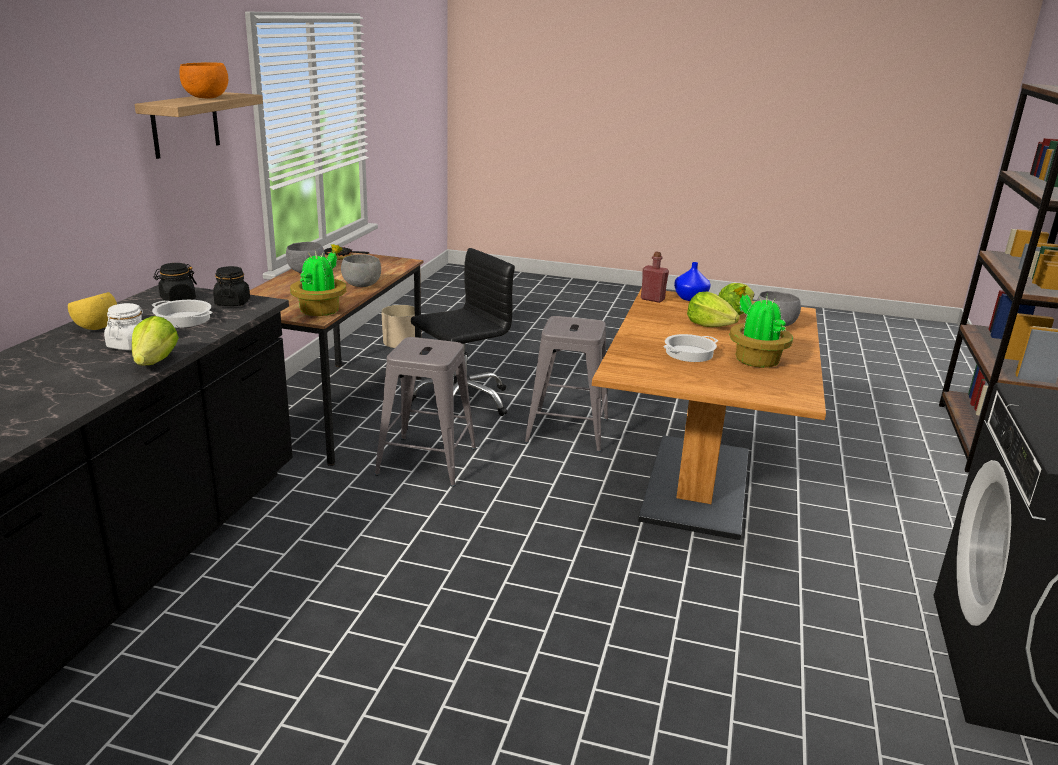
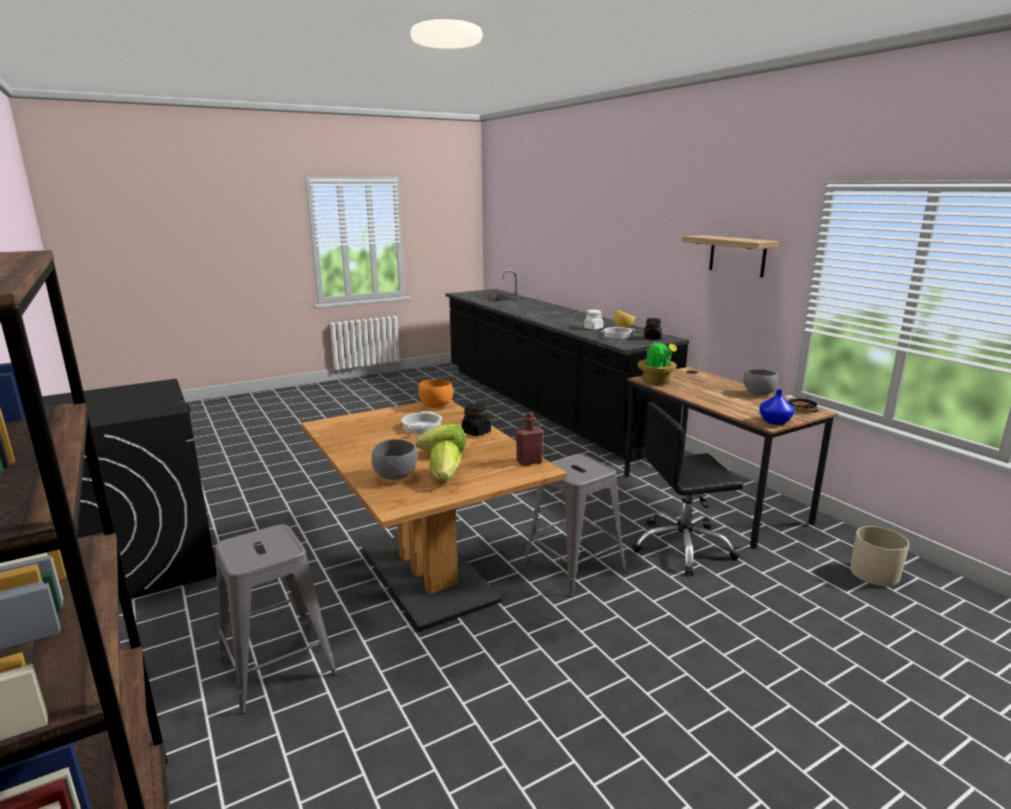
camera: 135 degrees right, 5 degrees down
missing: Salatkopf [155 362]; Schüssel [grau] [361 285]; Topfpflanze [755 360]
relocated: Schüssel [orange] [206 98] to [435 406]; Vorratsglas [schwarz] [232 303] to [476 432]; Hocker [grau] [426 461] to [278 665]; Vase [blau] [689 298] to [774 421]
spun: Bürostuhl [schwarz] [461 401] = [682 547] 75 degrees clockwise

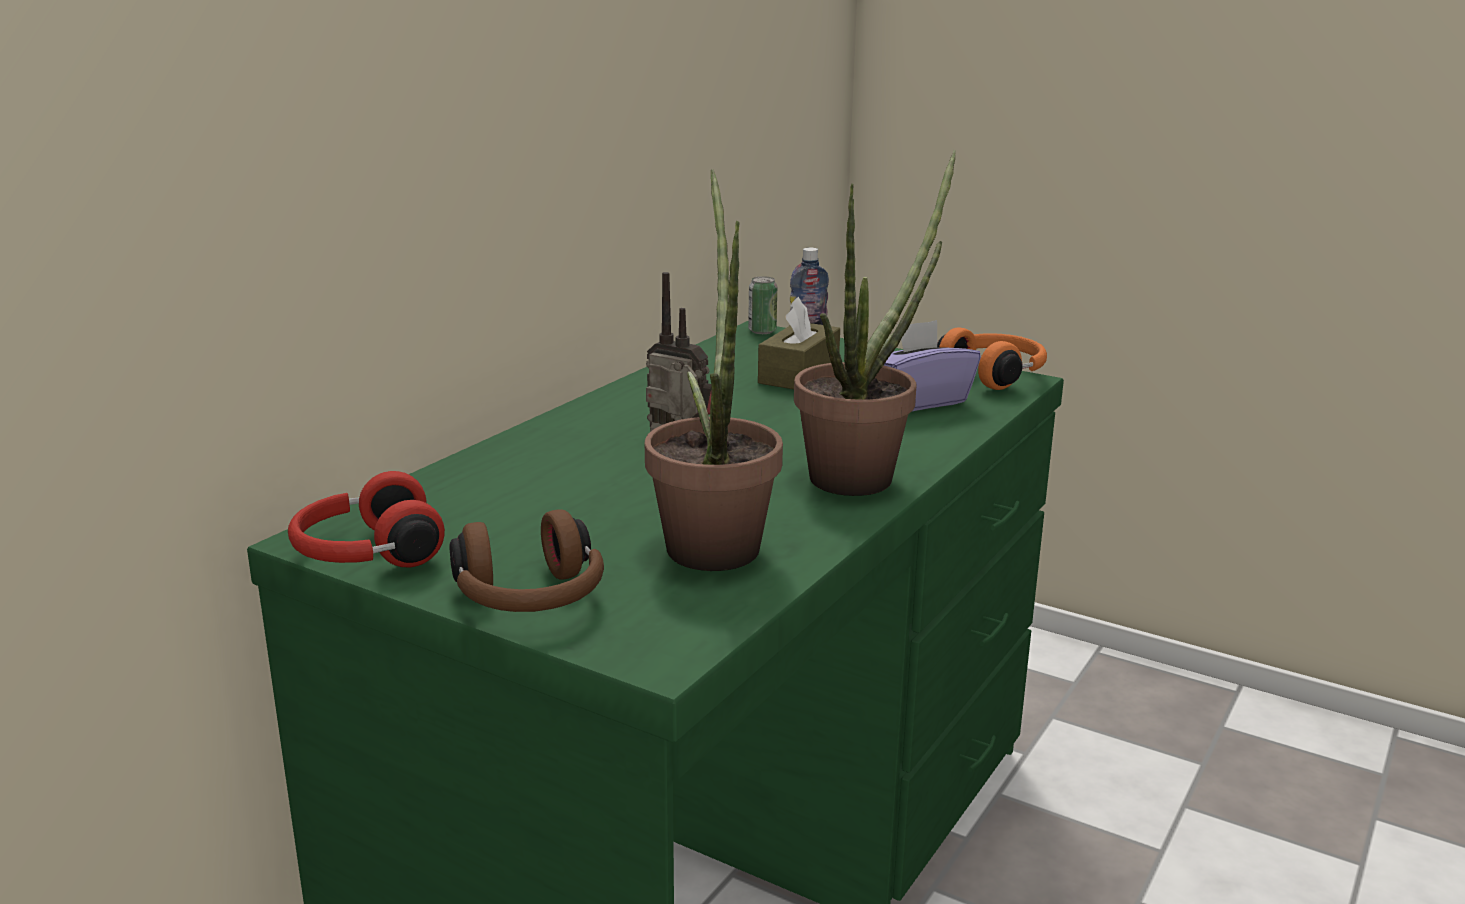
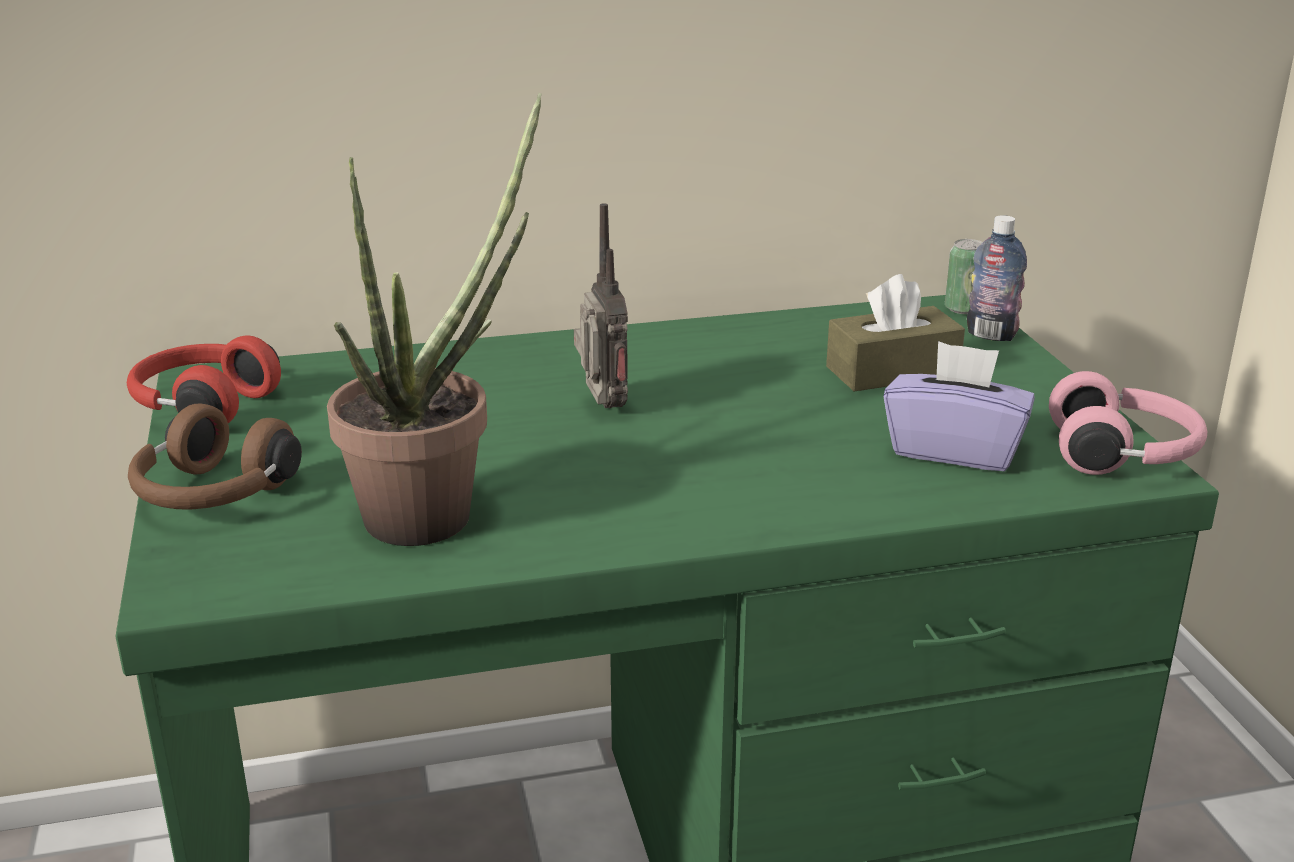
camera: 45 degrees right, 5 degrees up
missing: Topfpflanze [863 474]
colour: Kopfhörer [orange] [994 376] to Kopfhörer [rosa] [1124 454]

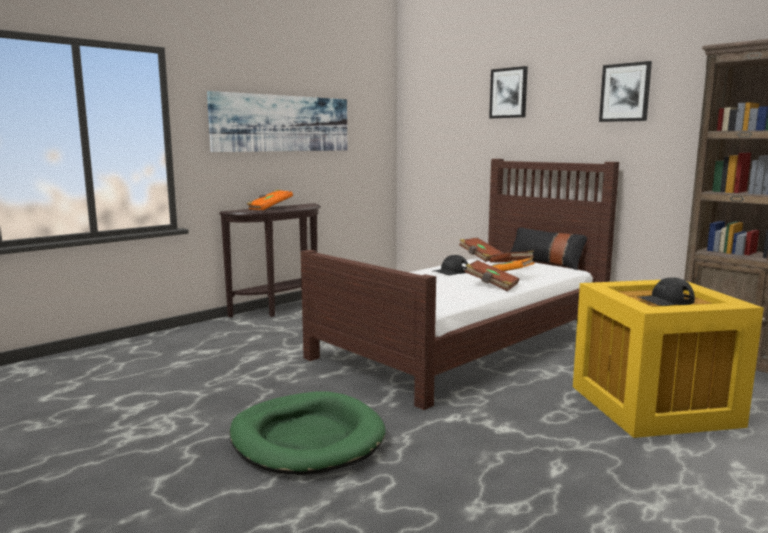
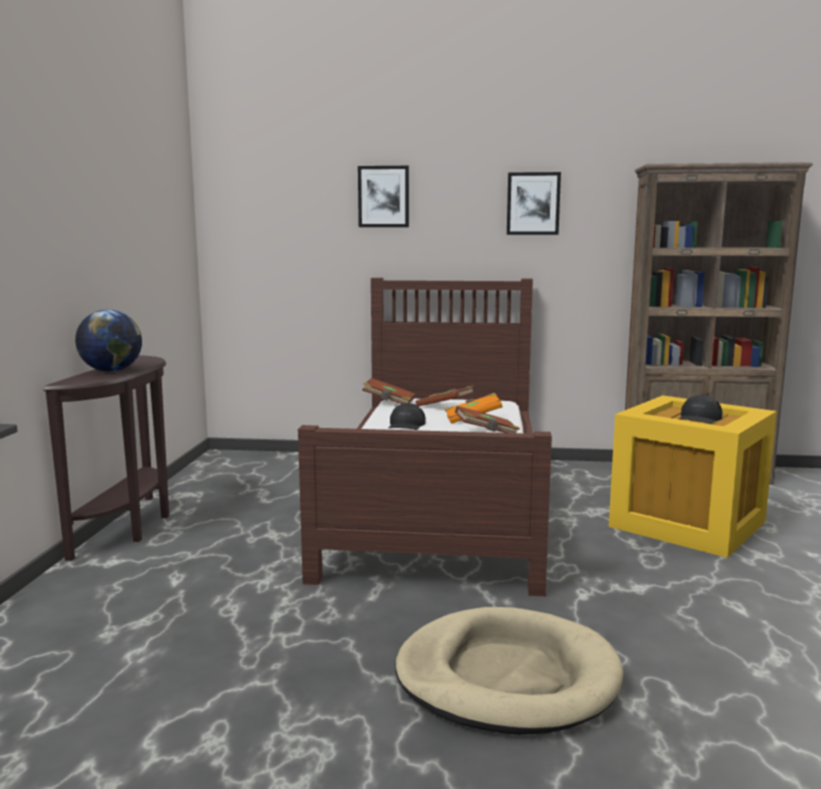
camera: 40 degrees left, 0 degrees up
missing: Bild [283 123]; Kissen [schwarz] [545 262]
exchanged: Buch [orange] [270 208] to Globus [111 371]
colour: Hundebett [grün] [307 438] to Hundebett [beige] [507 677]

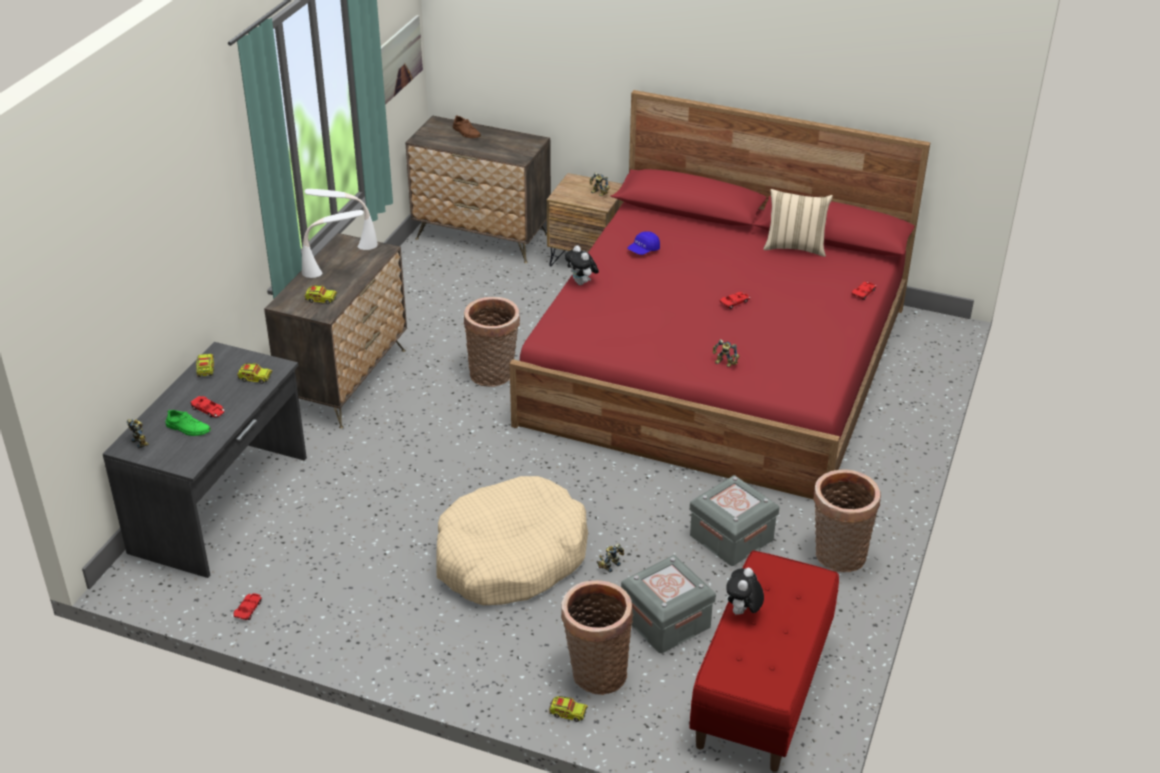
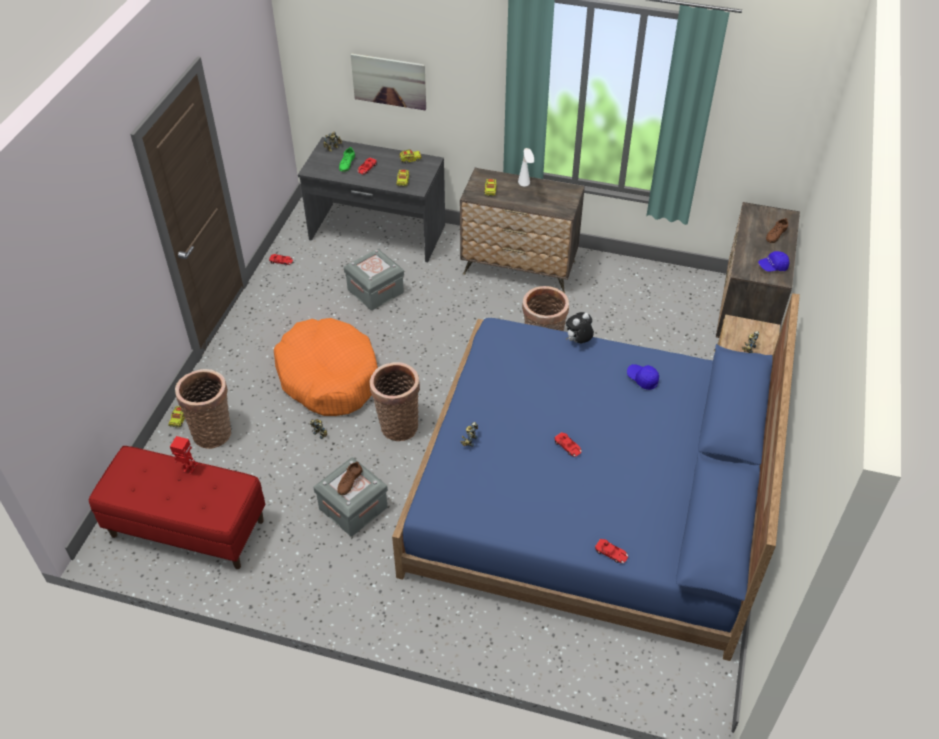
camera: 85 degrees right, 10 degrees up
missing: Tischlampe [weiß] [344 249]; Kissen [beige] [795 247]
appeared: Schuh [braun] [349 481]; Kappe [blau] [772 267]
relocated: Bild [398 60] to [389 81]; Aufbewahrungsbox [grau] [666 621] to [375 291]; Korb [837 557] to [397 424]
exchanged: Plüschtier [742 612] to Spielzeugroboter [188 471]
colour: Hundebett [beige] [510 557] to Hundebett [orange] [328 377]; Bett [rot] [718 364] to Bett [blau] [590 495]

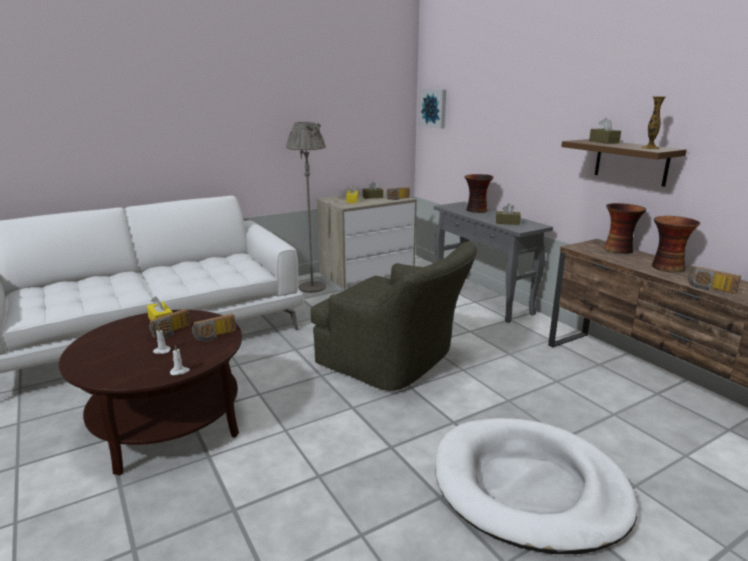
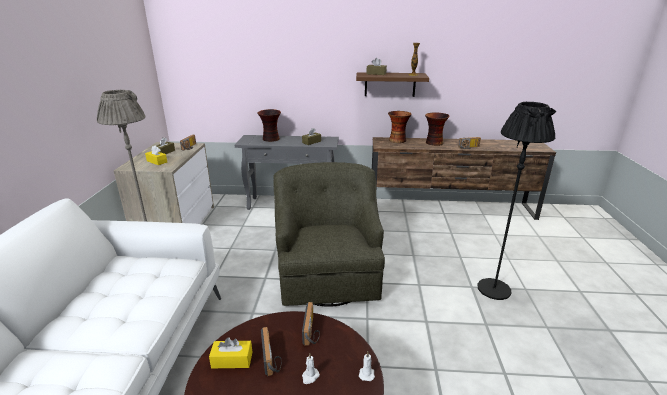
camera: 55 degrees left, 5 degrees up
missing: Bild [434 108]
exchanged: Hundebett [weiß] [529 487] to Stehlampe [schwarz] [494 289]
spun: Sessel [grün] [396 361] = [328 273] 75 degrees counterclockwise

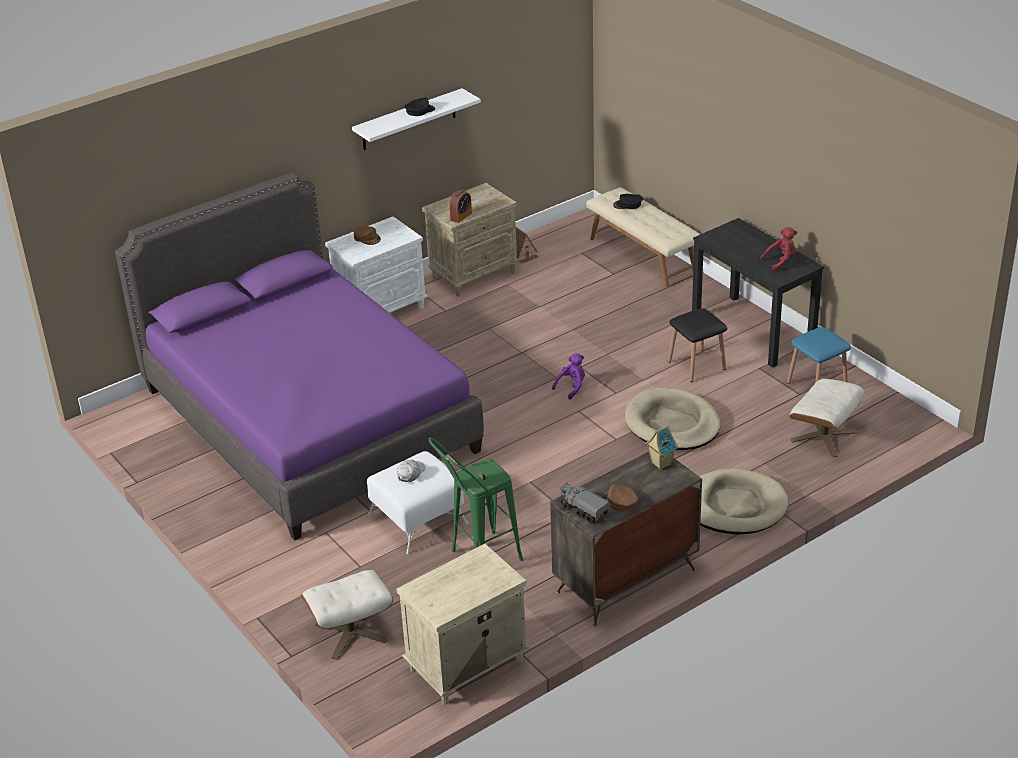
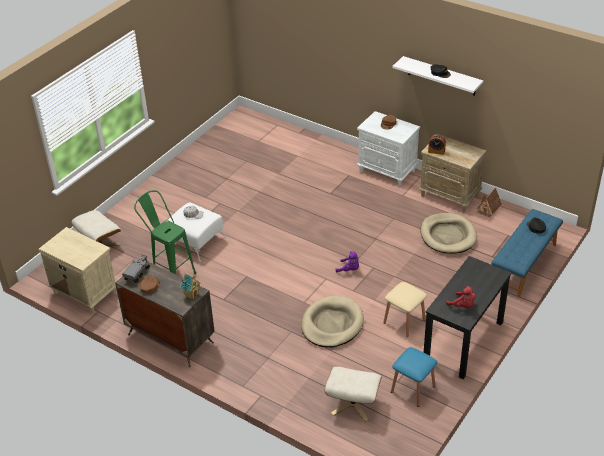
camera: 70 degrees right, 5 degrees up
missing: Bett [lila] [308 420]
relocated: Hundebett [beige] [734 506] to [448 235]
colour: Bank [beige] [643 256] to Bank [blau] [524 265]; Hocker [schwarz] [696 365] to Hocker [beige] [404 321]

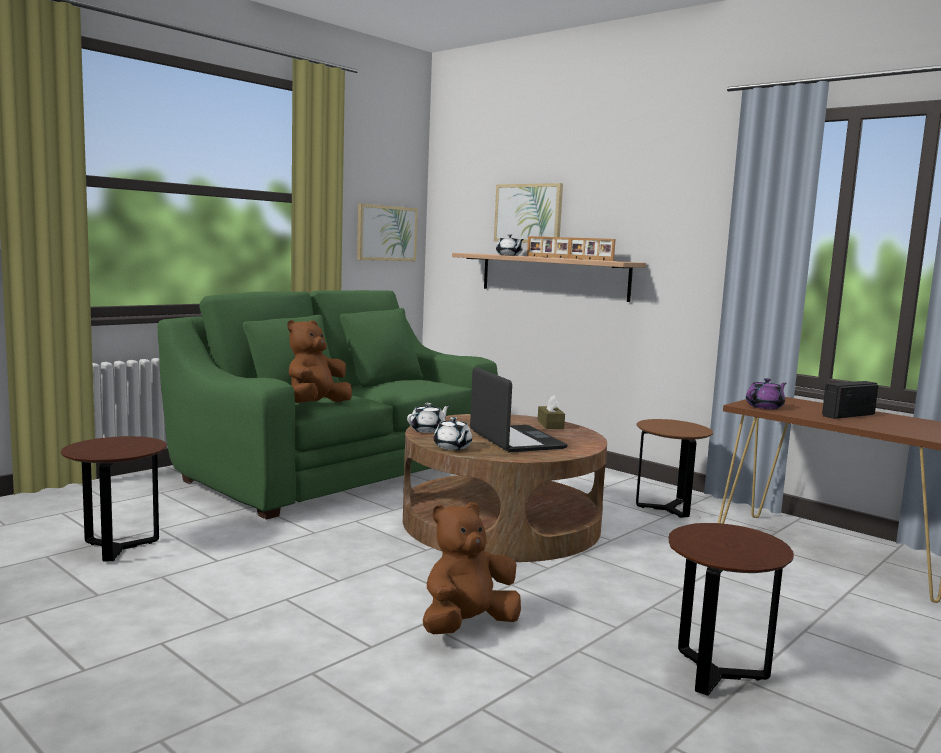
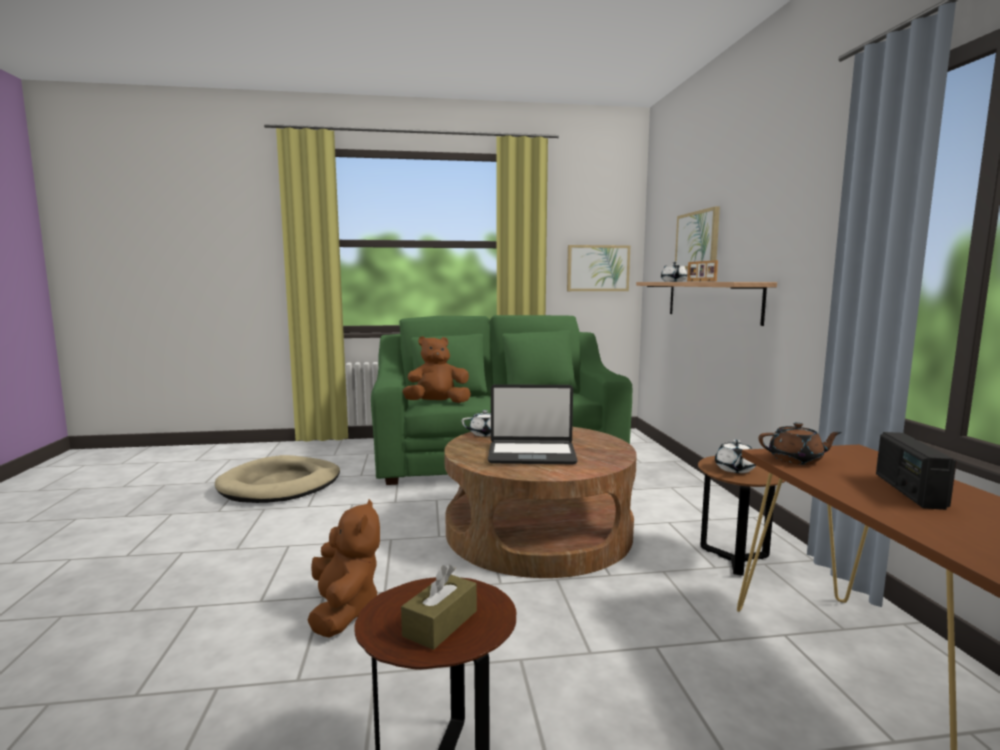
camera: 40 degrees right, 0 degrees up
missing: Bilderrahmen [590 259]
relocated: Teekanne [weiß] [452 447] to [734 469]; Taschentuchbox [braun] [550 425] to [440 623]
exchanged: Beistelltisch [braun] [118 548] to Hundebett [beige] [281 484]
colour: Teekanne [lila] [765 407] to Teekanne [braun] [796 460]
spun: Plüschtier [braun] [467 626] = [344 611] 75 degrees clockwise; Laptop [515 440] = [531 454] 75 degrees clockwise; Radio [847 415] = [908 491] 90 degrees counterclockwise

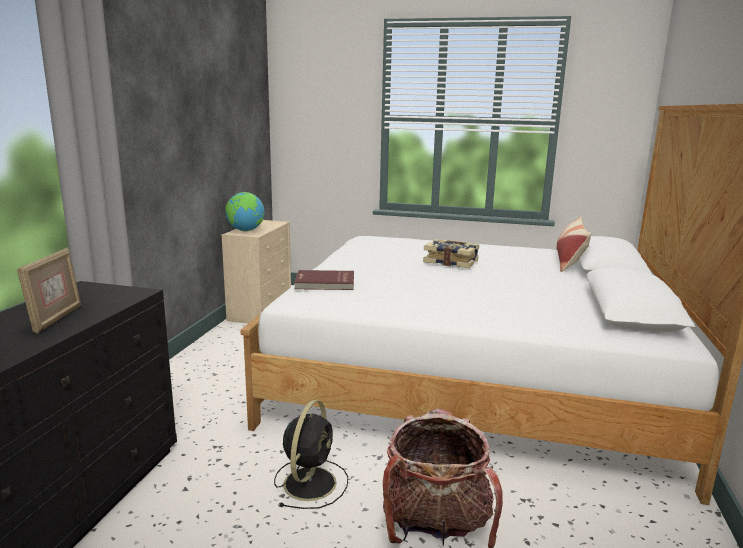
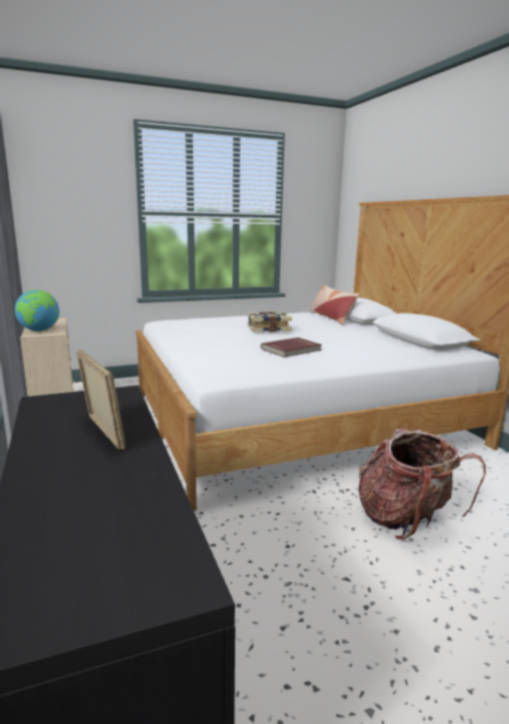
camera: 35 degrees left, 0 degrees up
missing: Ventilator [schwarz] [311 482]
relocated: Buch [rot] [325 283] to [291 349]

